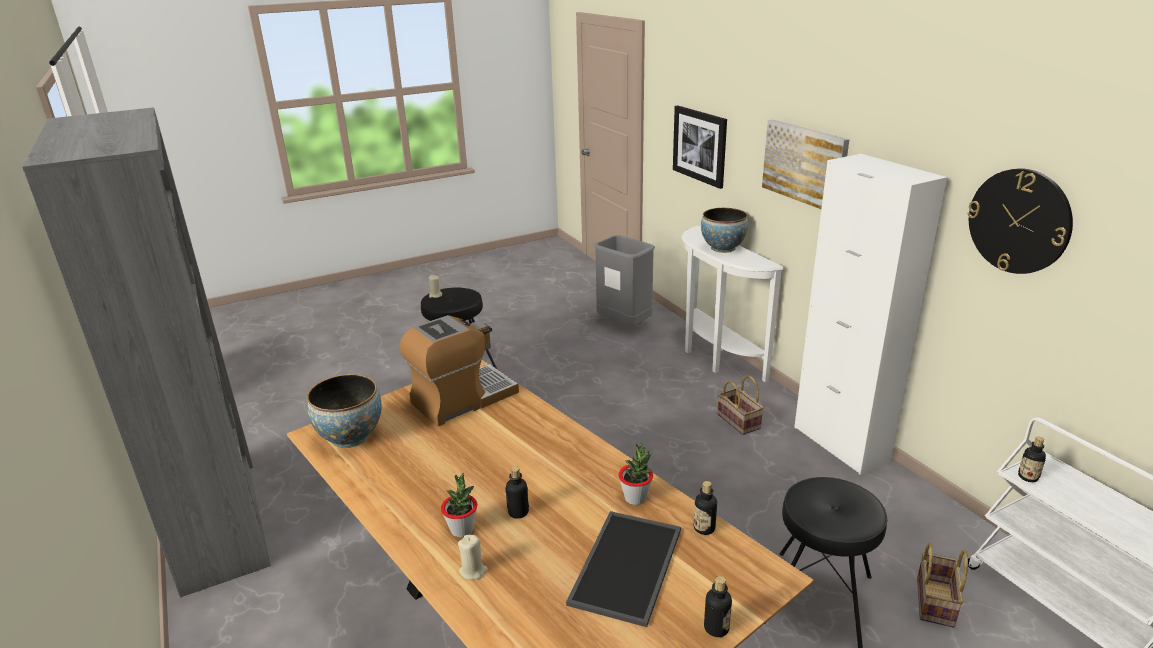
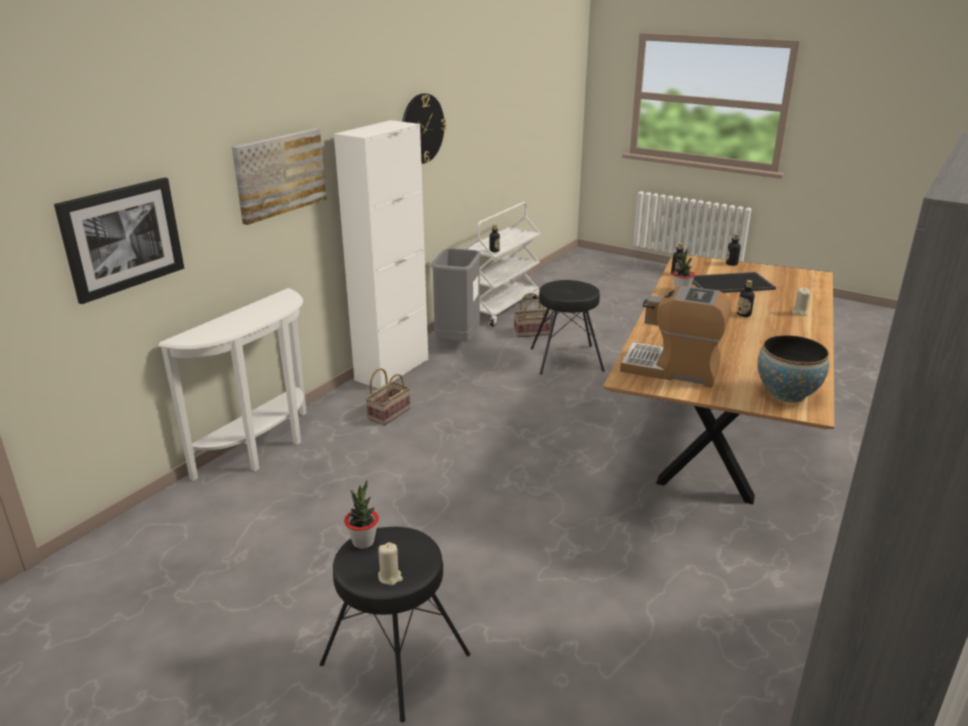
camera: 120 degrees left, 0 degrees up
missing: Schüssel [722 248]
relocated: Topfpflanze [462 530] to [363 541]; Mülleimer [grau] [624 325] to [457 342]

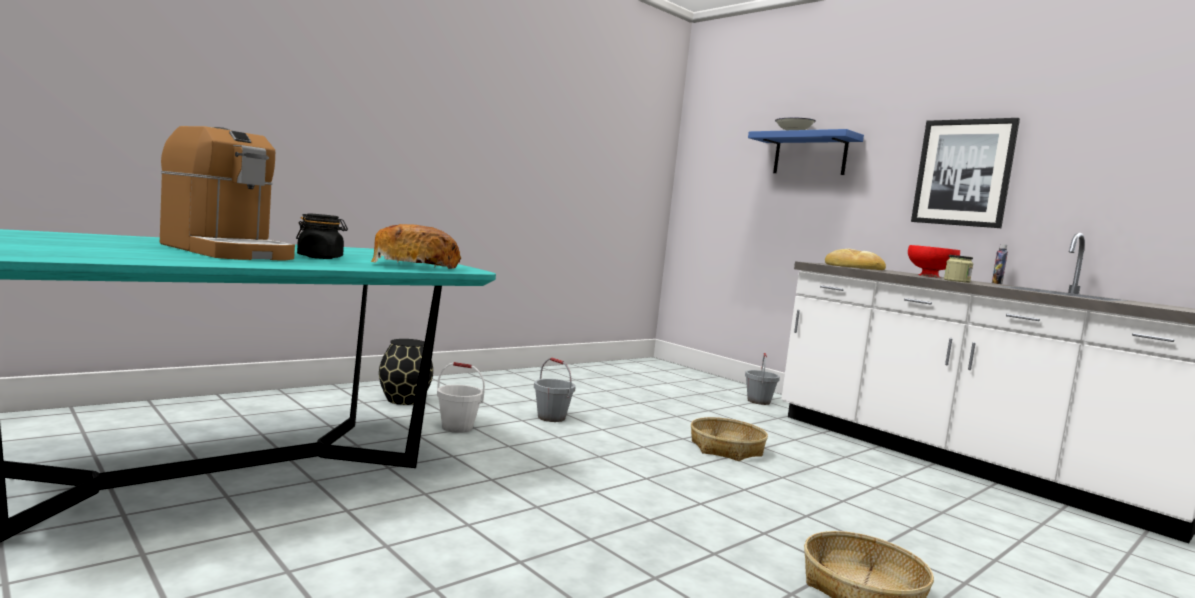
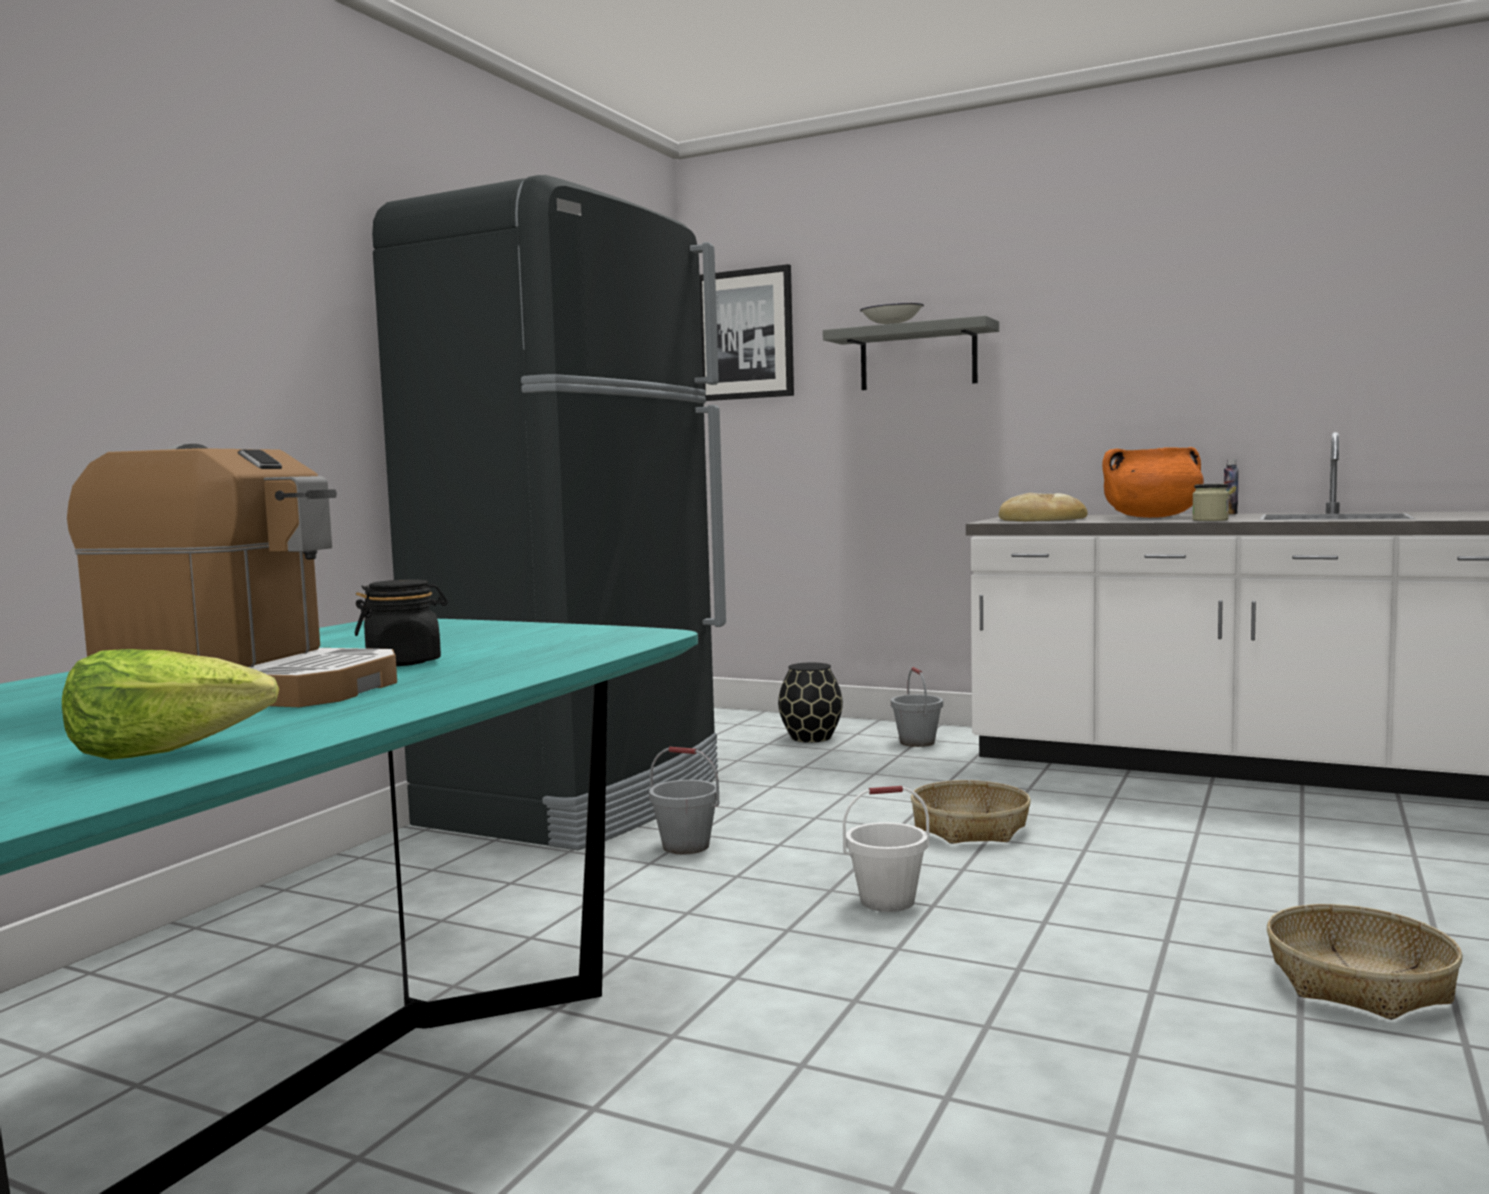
camera: 20 degrees left, 0 degrees up
missing: Brot [414 266]
appeared: Salatkopf [167 751]; Kühlschrank [schwarz] [579 801]
relocated: Vase [schwarz] [404 400] to [812 737]; Eimer [weiß] [457 428] to [887 901]; Bild [963 173] to [745 335]
exchanged: Schüssel [rot] [929 276] to Kochtopf [orange] [1152 517]
colour: Wandregal [blau] [810 154] to Wandregal [grau] [918 357]

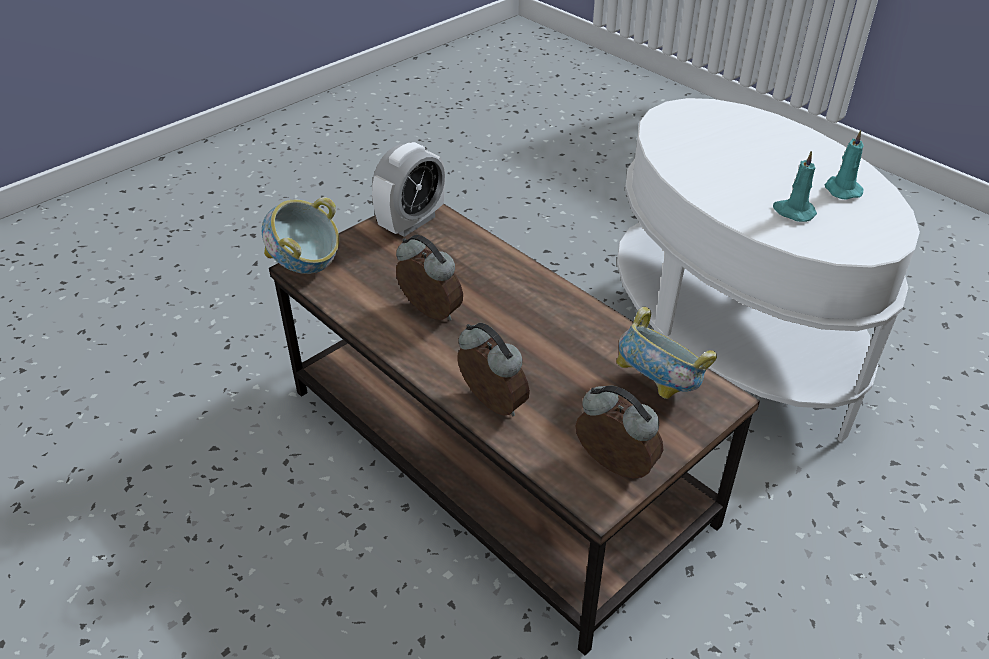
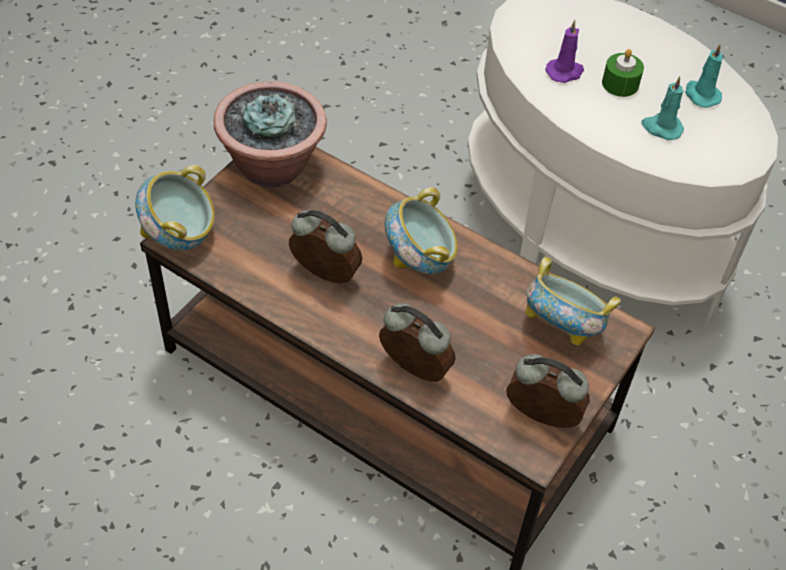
camera: 15 degrees left, 10 degrees up
appeared: Schüssel [419 261]; Kerze [lila] [565 72]; Kerze [grün] [620 84]
exchanged: Wecker [411 222] to Topfpflanze [272 166]

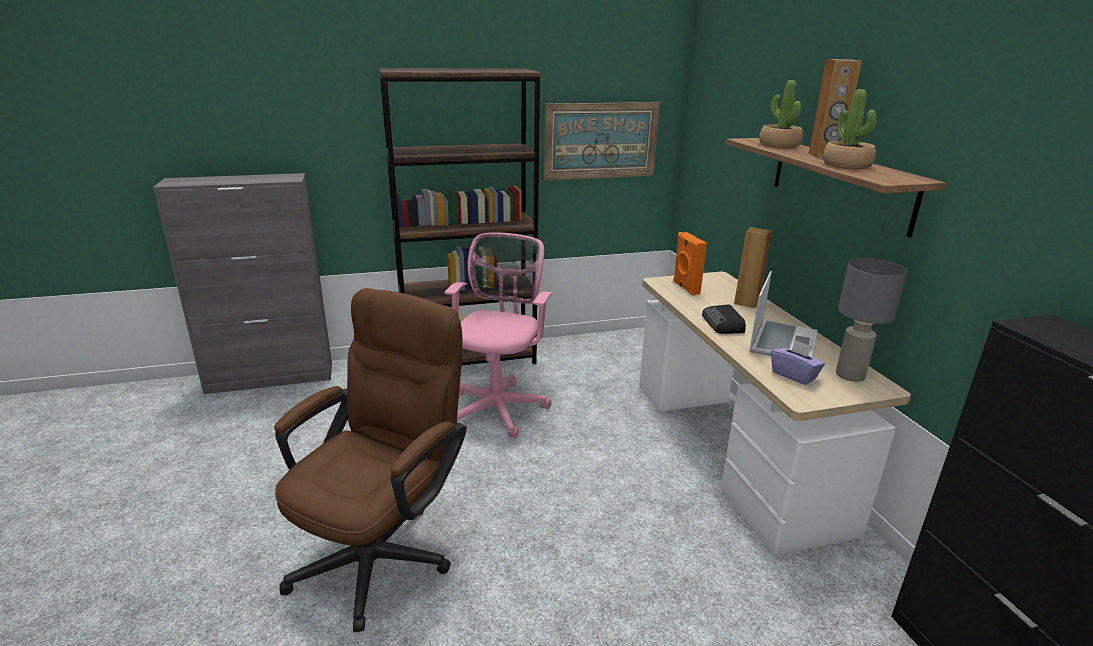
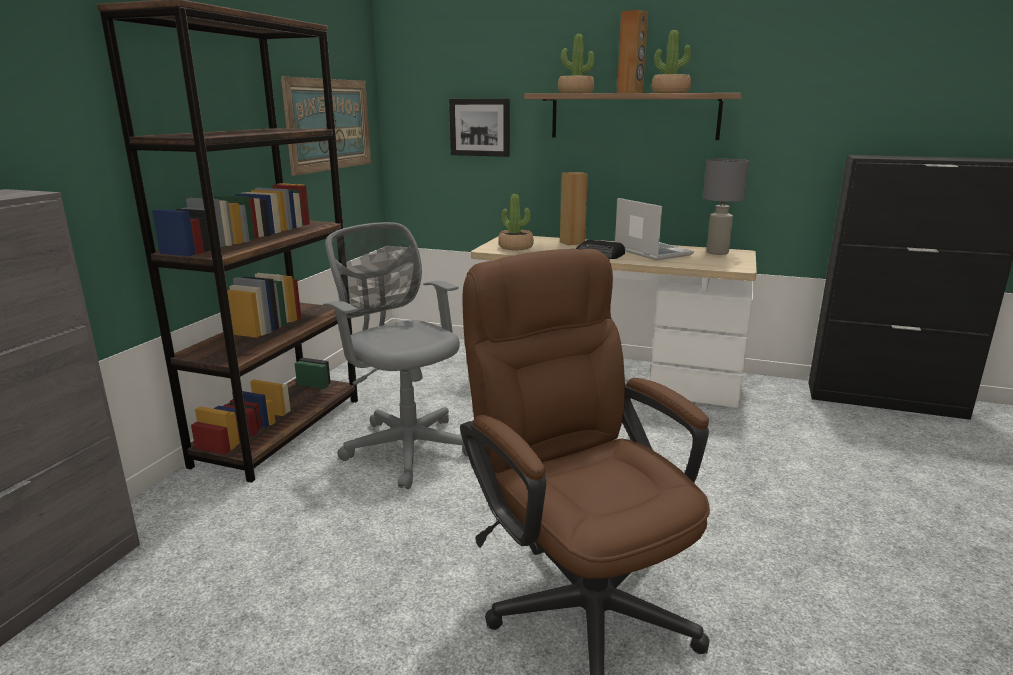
camera: 55 degrees left, 5 degrees down
missing: Taschentuchbox [lila] [794 375]
appeared: Bild [480 127]
exchanged: Lautsprecher [orange] [685 288] to Topfpflanze [516 247]
colour: Bürostuhl [rosa] [498 407] to Bürostuhl [grau] [406 446]

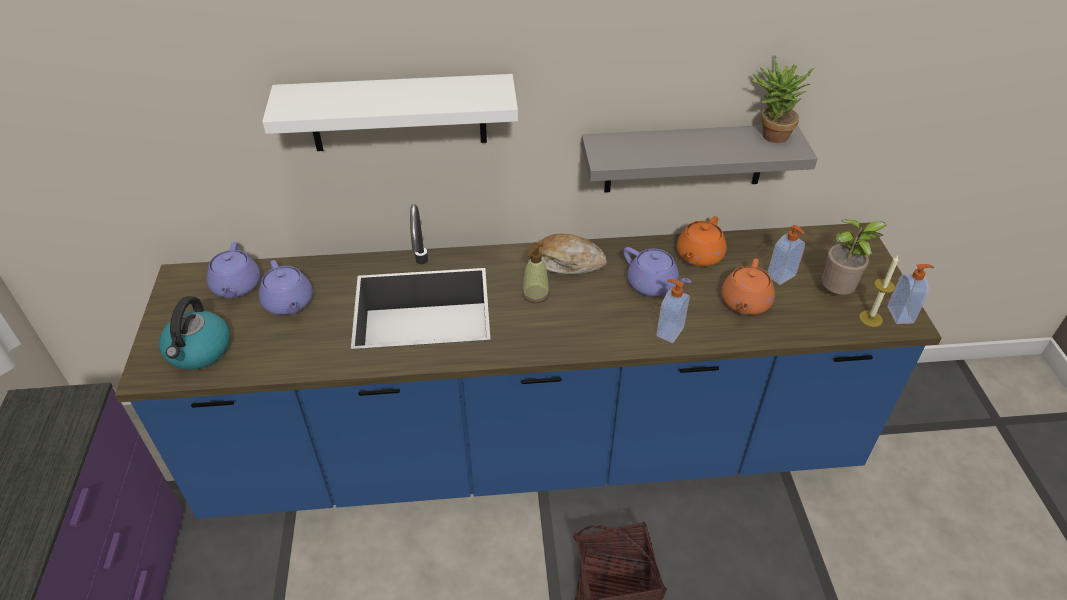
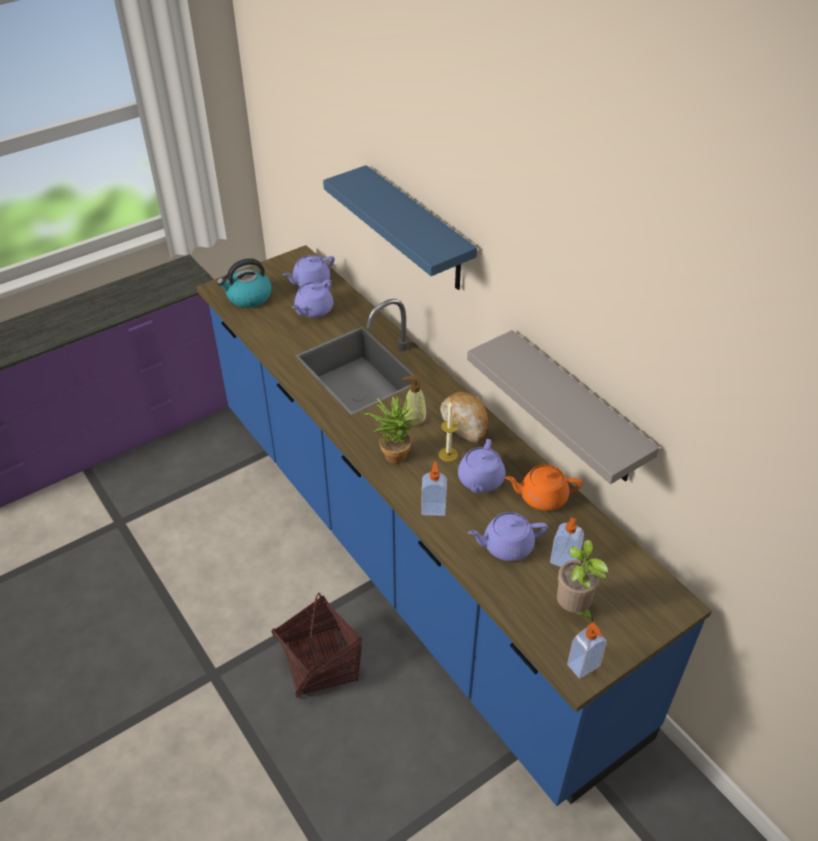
camera: 60 degrees right, 0 degrees up
relocated: Topfpflanze [769 136] to [392 452]; Kerze [870 318] to [448 454]
colour: Wandregal [weiß] [398 113] to Wandregal [blau] [418 230]; Teekanne [orange] [745 303] to Teekanne [lila] [506 546]

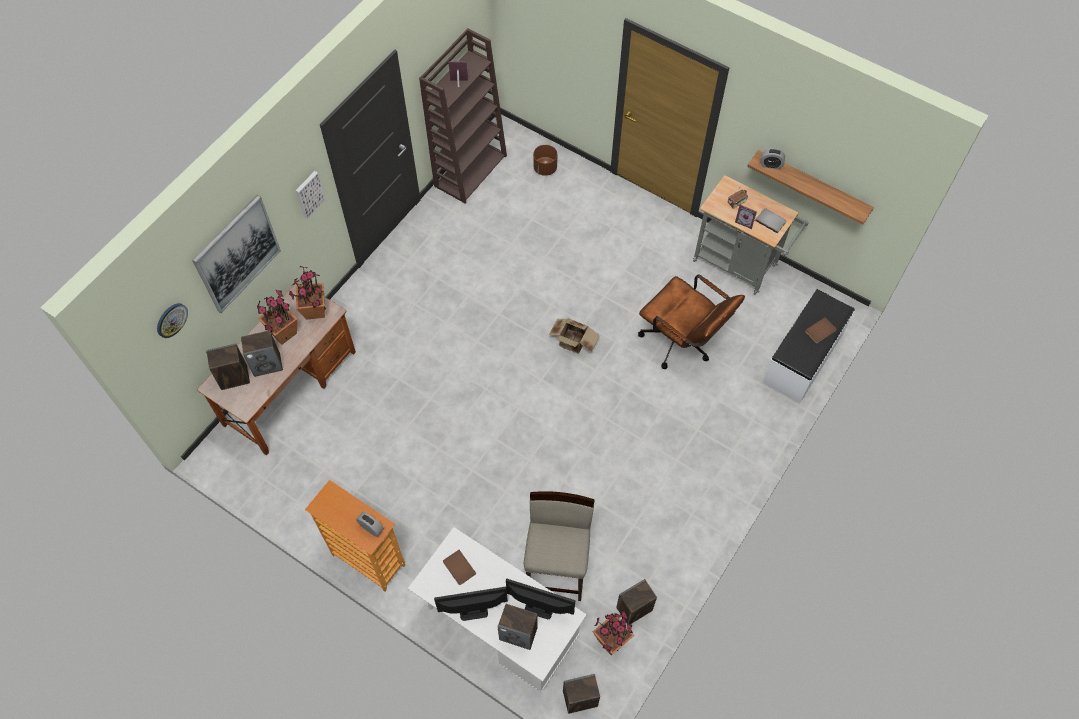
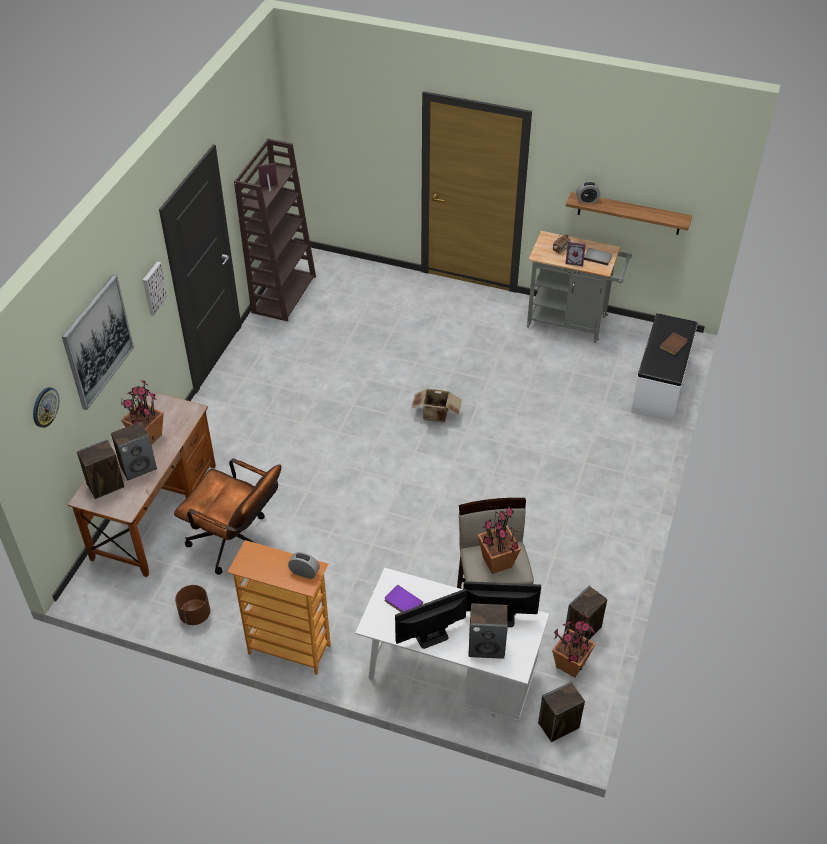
camera: 15 degrees left, 15 degrees down
relocated: Topfpflanze [314 310] to [497 562]; Pflanzkübel [braun] [545 168] to [195 615]; Bürostuhl [braun] [682 343] to [236 544]
colour: Buch [braun] [458 568] to Buch [lila] [402 603]

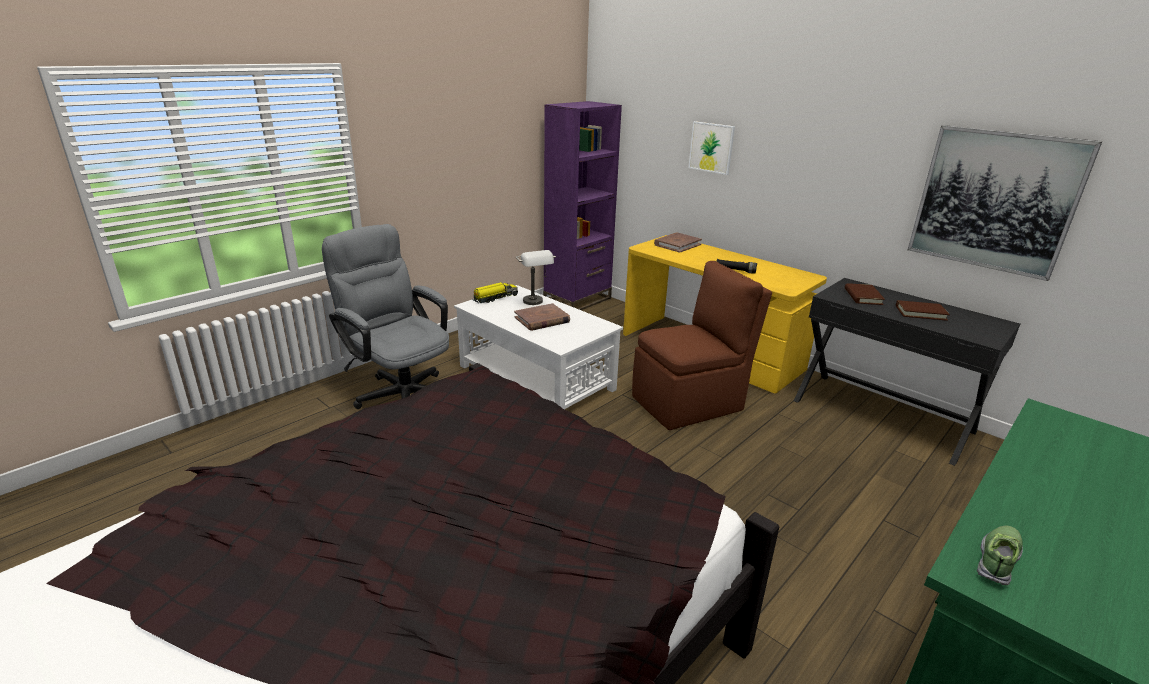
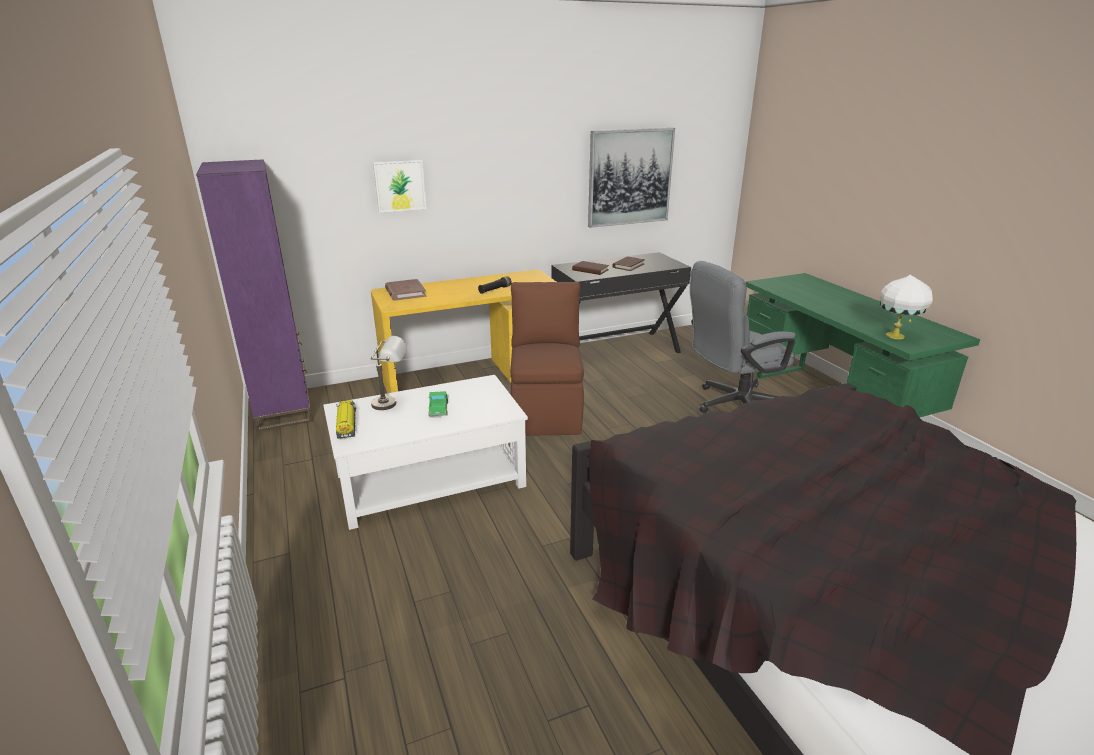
camera: 65 degrees left, 0 degrees up
relocated: Bürostuhl [grau] [400 392] to [732 405]
exchanged: Buch [braun] [542 320] to Spielzeuglaster [438 409]; Schuh [998 560] to Tischlampe [weiß] [896 336]

